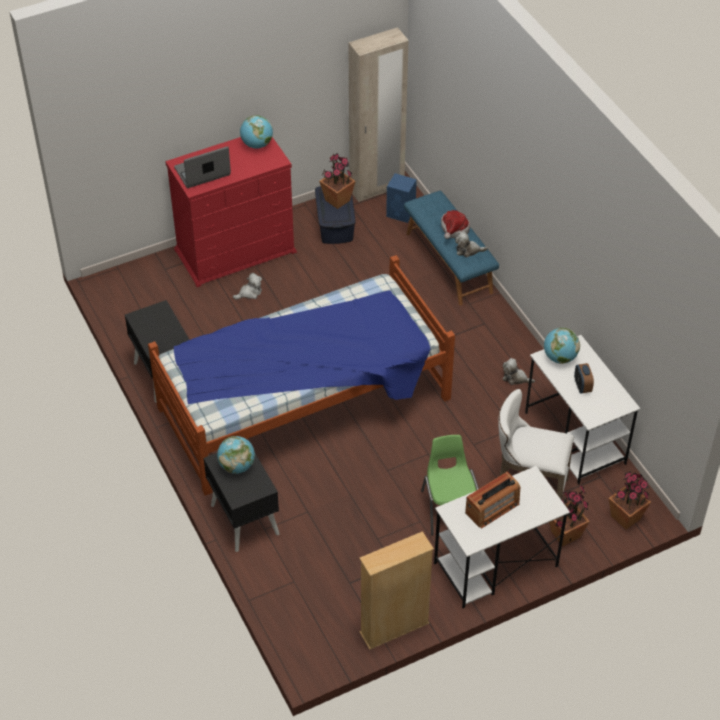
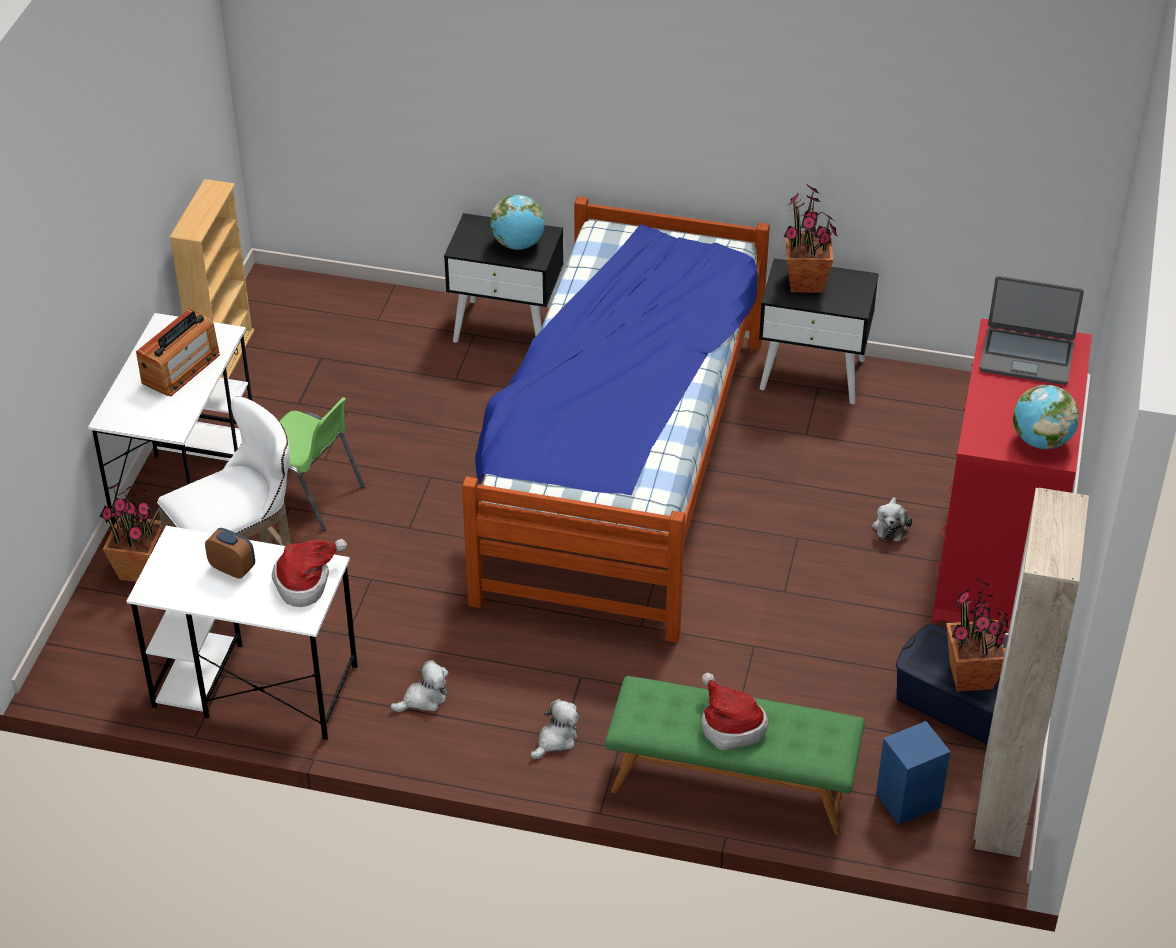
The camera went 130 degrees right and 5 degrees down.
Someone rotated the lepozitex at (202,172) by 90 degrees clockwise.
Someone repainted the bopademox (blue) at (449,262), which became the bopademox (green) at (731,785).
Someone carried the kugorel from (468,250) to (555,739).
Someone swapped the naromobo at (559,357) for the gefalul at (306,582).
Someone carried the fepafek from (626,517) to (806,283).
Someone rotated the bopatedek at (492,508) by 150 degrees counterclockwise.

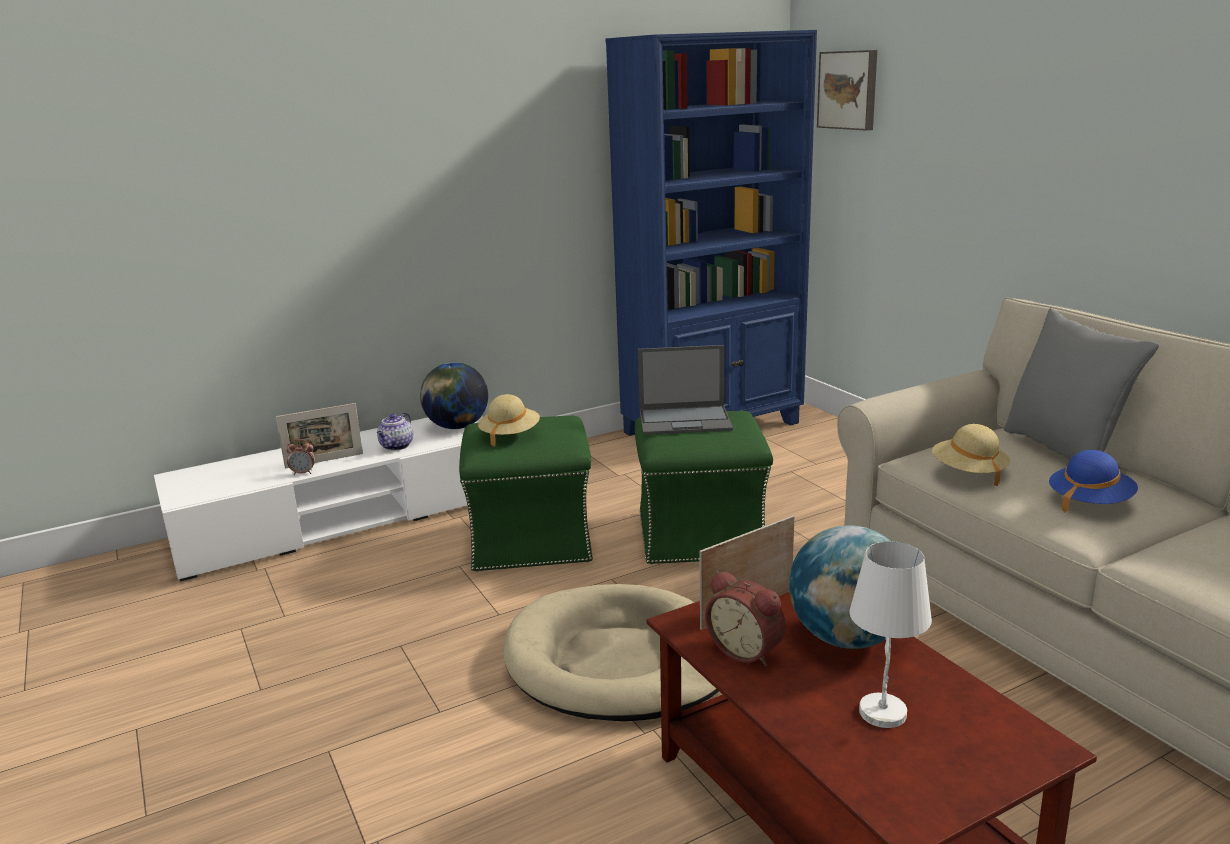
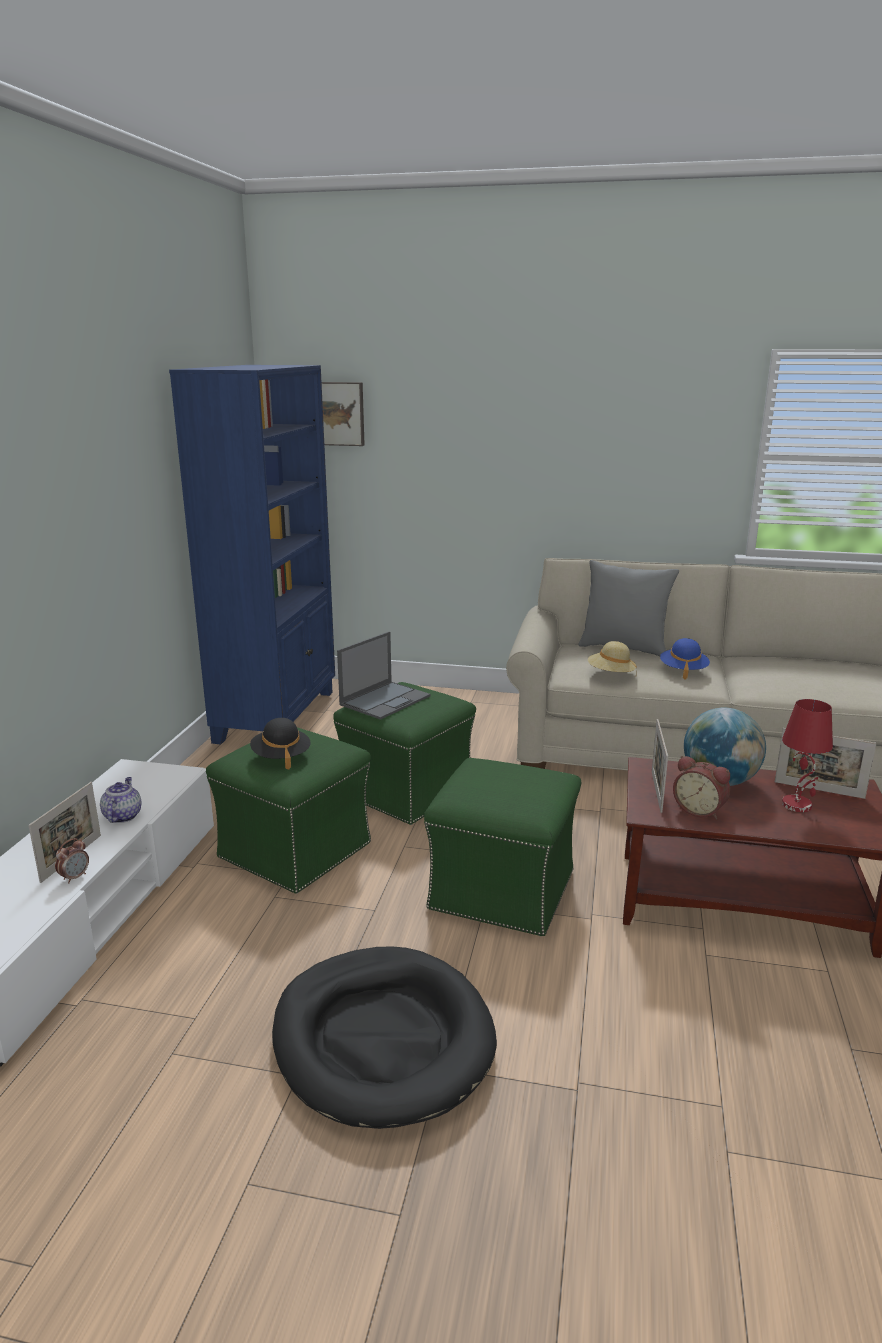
The camera went 50 degrees left and 0 degrees up.
Someone took away the naromobo at (457,427).
Someone repainted the gefalul (beige) at (510,435), which became the gefalul (black) at (281,756).
Someone rotated the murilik at (396,446) by 150 degrees counterclockwise.
Someone repainted the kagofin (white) at (883,713), which became the kagofin (red) at (797,805).
Someone rotated the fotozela at (747,650) by 45 degrees clockwise.
Someone swapped the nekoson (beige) at (618,660) for the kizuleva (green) at (504,890).
Someone put down the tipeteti at (819,790).
Someone put down the nekoson (black) at (382,1039).

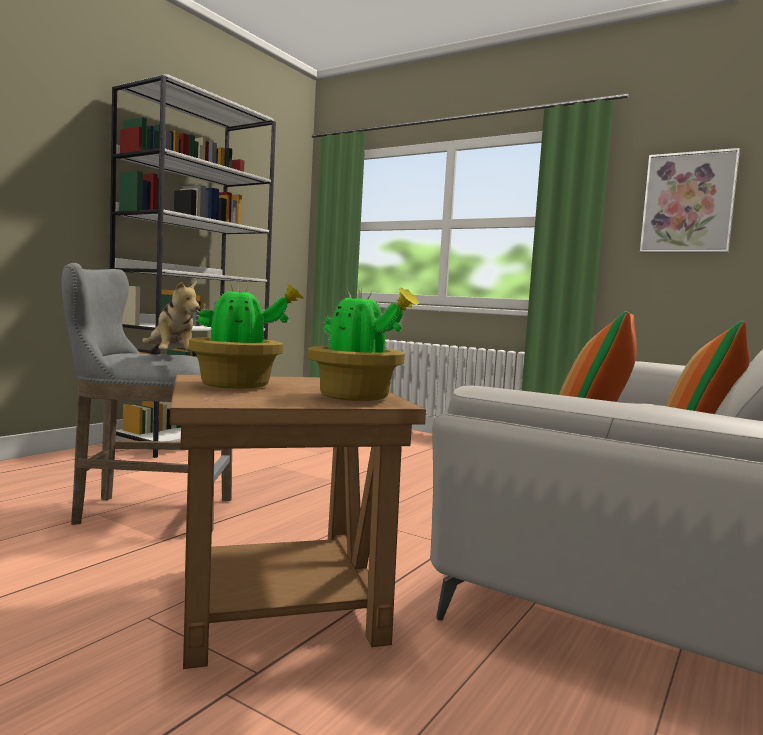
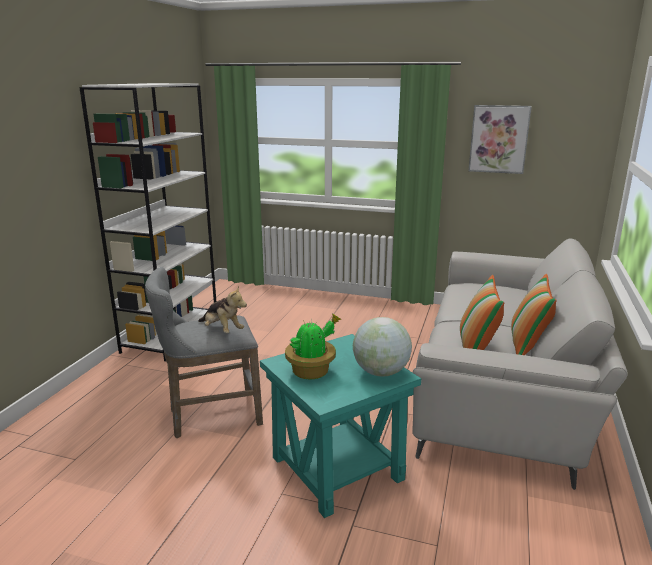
The camera went 15 degrees left and 15 degrees up.
Someone swapped the fepafek at (357,398) for the naromobo at (381,372).
Someone repainted the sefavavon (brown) at (279,604), which became the sefavavon (turquoise) at (338,468).

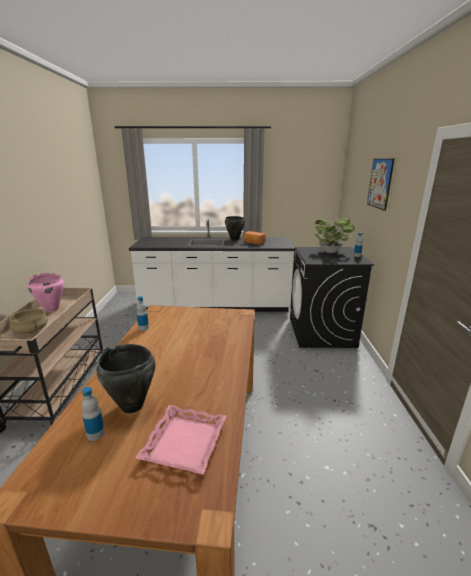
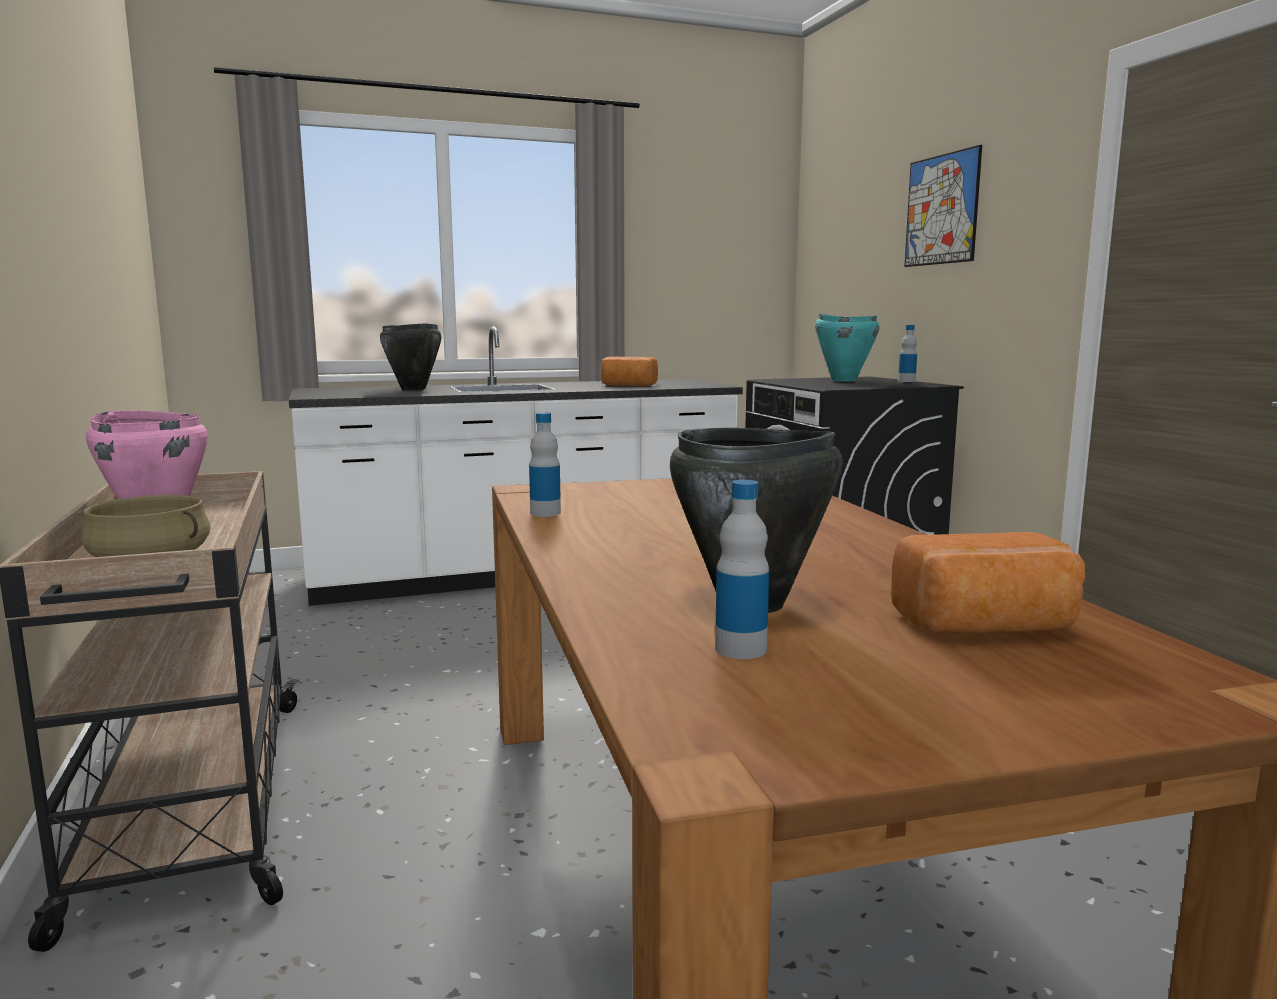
The camera went 20 degrees left and 10 degrees down.
Someone carried the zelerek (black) from (234,239) to (413,389).
Someone swapped the fepafek at (331,252) for the zelerek (turquoise) at (843,380).
Someone swapped the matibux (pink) at (184,442) for the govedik at (987,626).

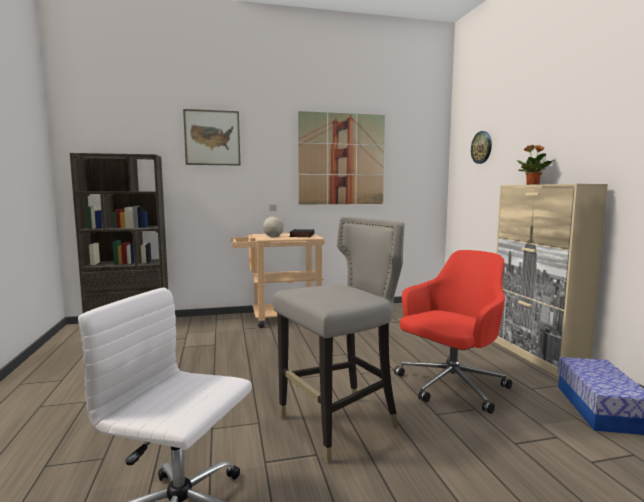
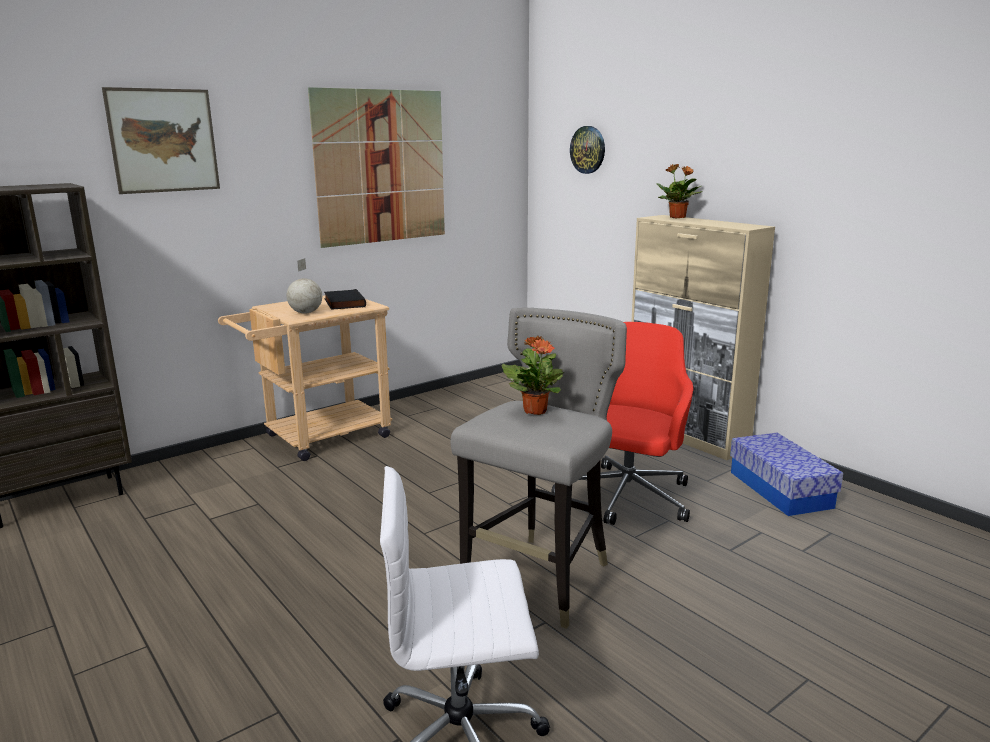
The camera went 25 degrees left and 10 degrees up.
Someone put down the fepafek at (535,410).

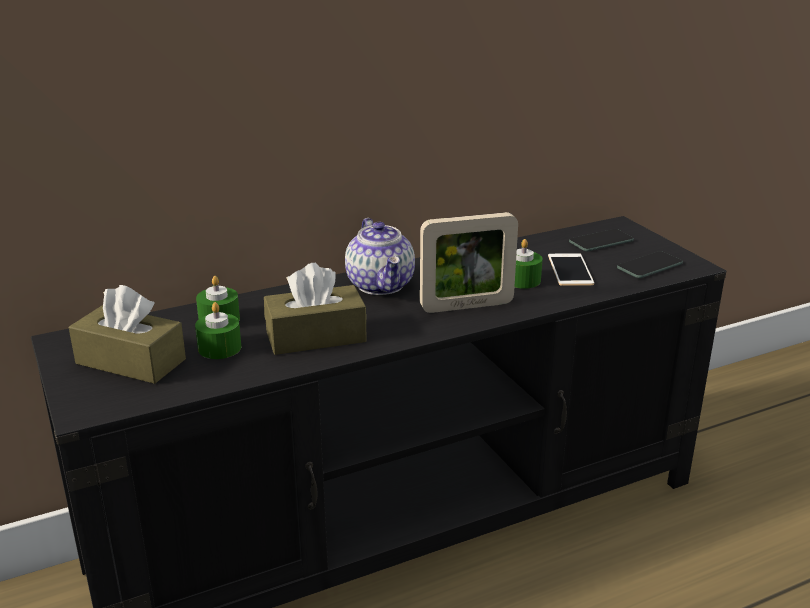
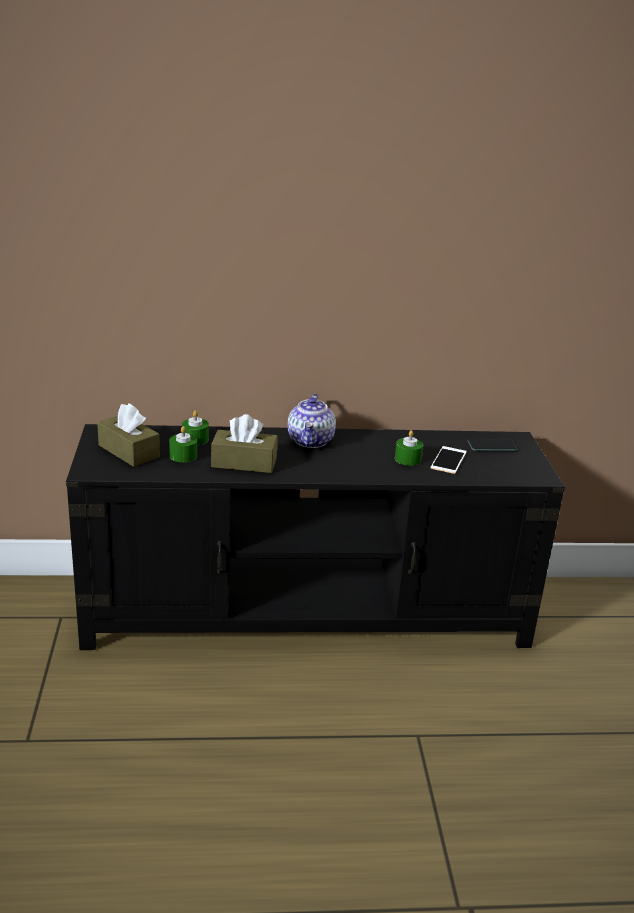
The camera went 20 degrees right and 0 degrees up.
Someone took away the tipeteti at (466,306).
Someone took away the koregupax at (649,266).

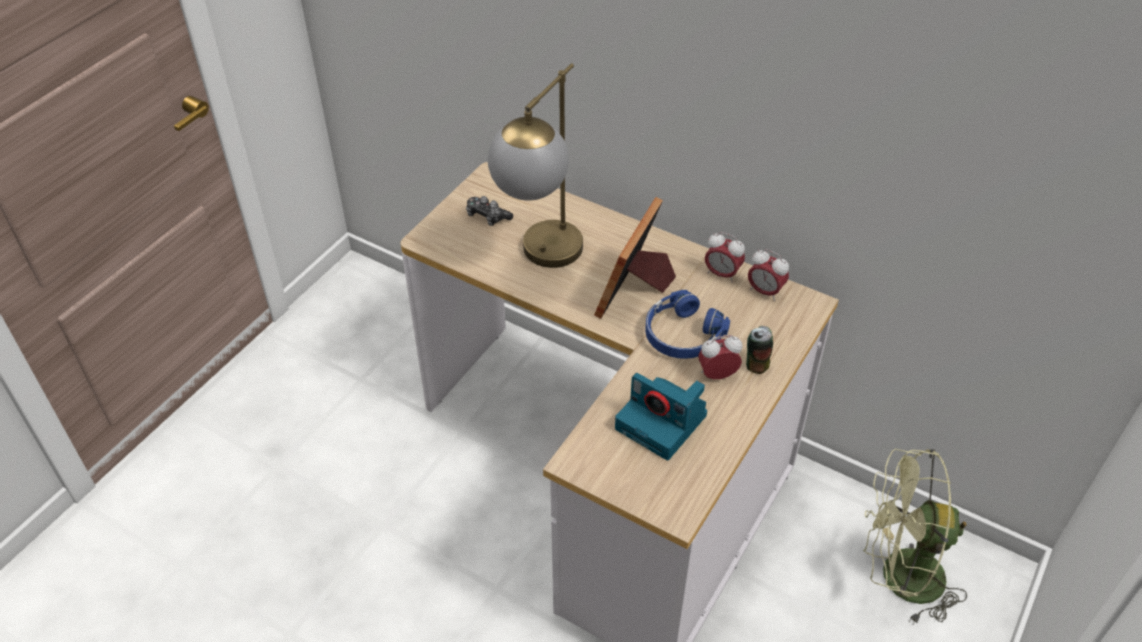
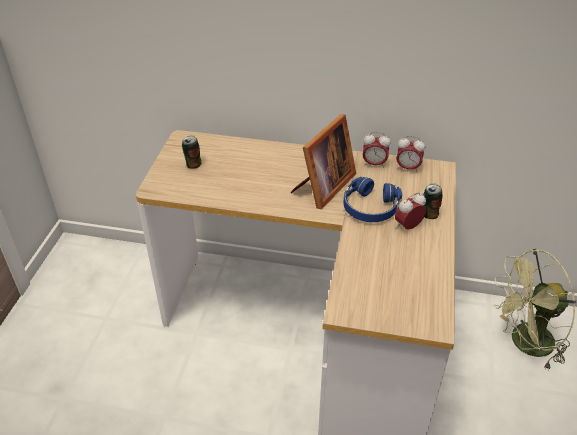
The camera went 20 degrees left and 5 degrees down.
Someone took away the kagofin at (541,261).
Someone swapped the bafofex at (487,216) for the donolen at (193,164).
Someone rotated the tipeteti at (635,290) by 150 degrees counterclockwise.
Someone took away the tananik at (663,422).

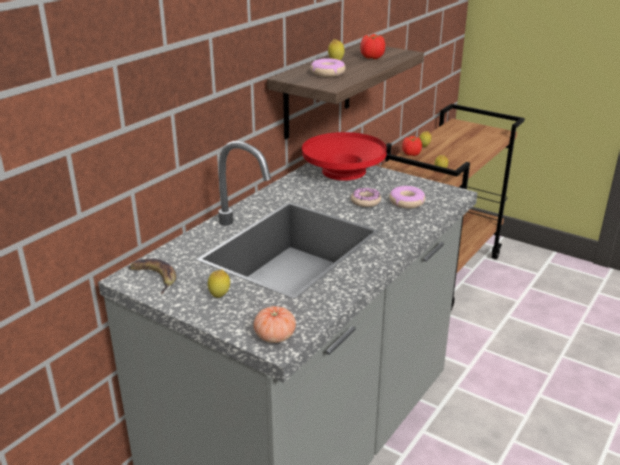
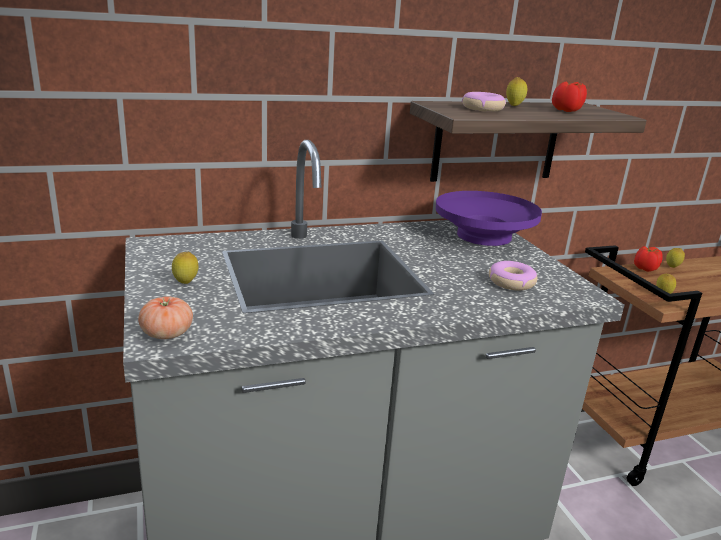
The camera went 35 degrees right and 5 degrees down.
Someone repainted the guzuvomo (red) at (343,171), which became the guzuvomo (purple) at (483,236).
Someone took away the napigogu at (365,201).
Someone took away the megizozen at (154,277).

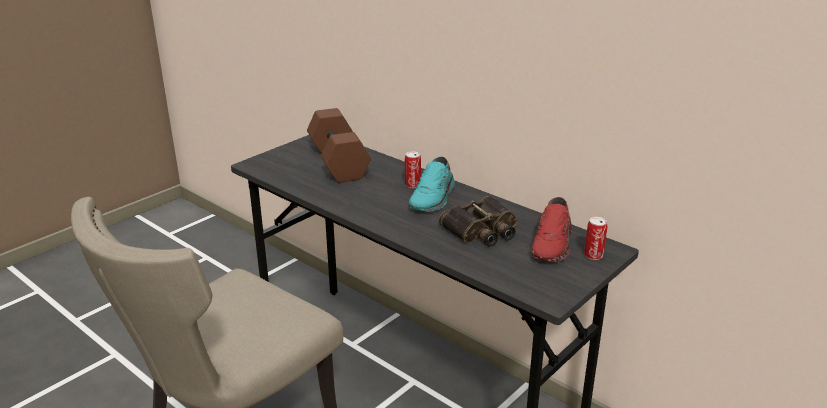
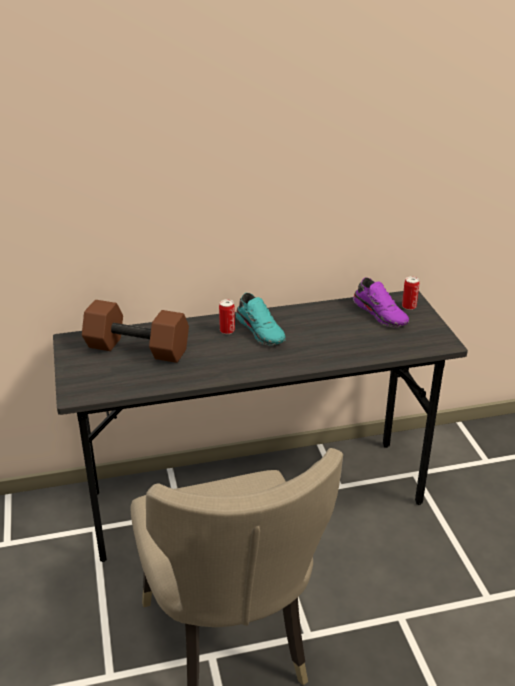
The camera went 55 degrees left and 5 degrees up.
Someone took away the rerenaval at (482,230).
Someone repainted the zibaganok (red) at (553,245), which became the zibaganok (purple) at (381,314).

